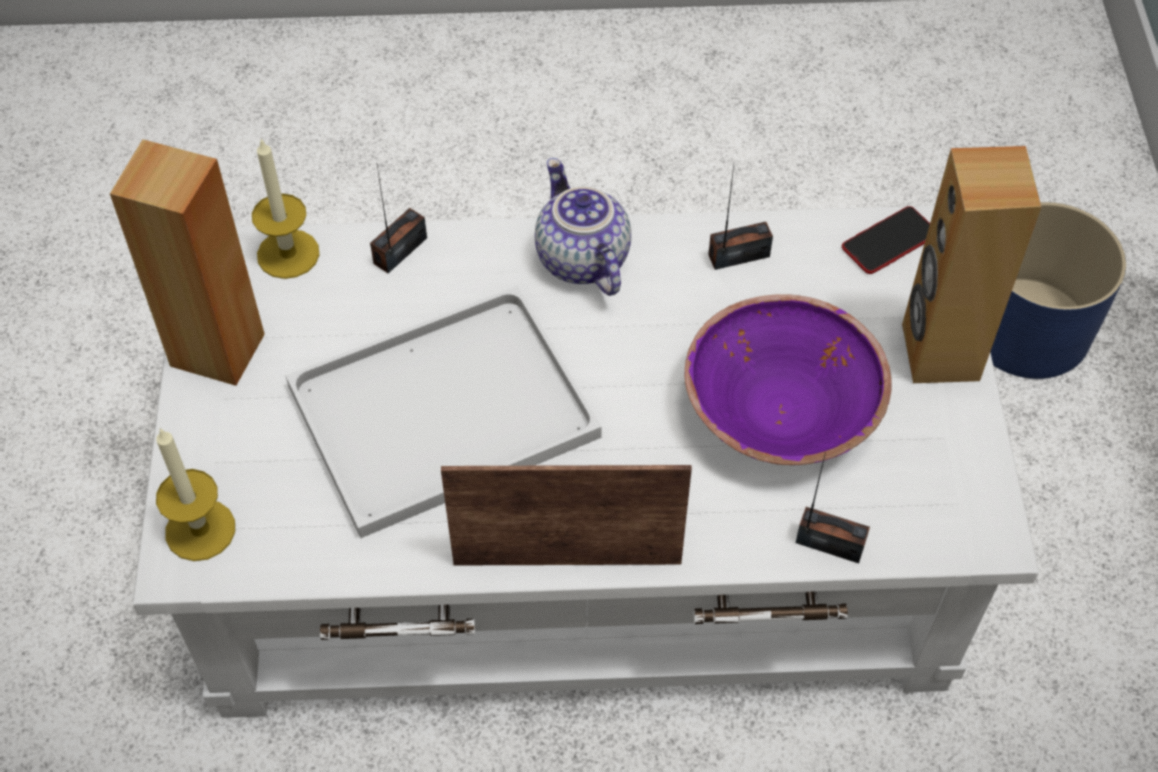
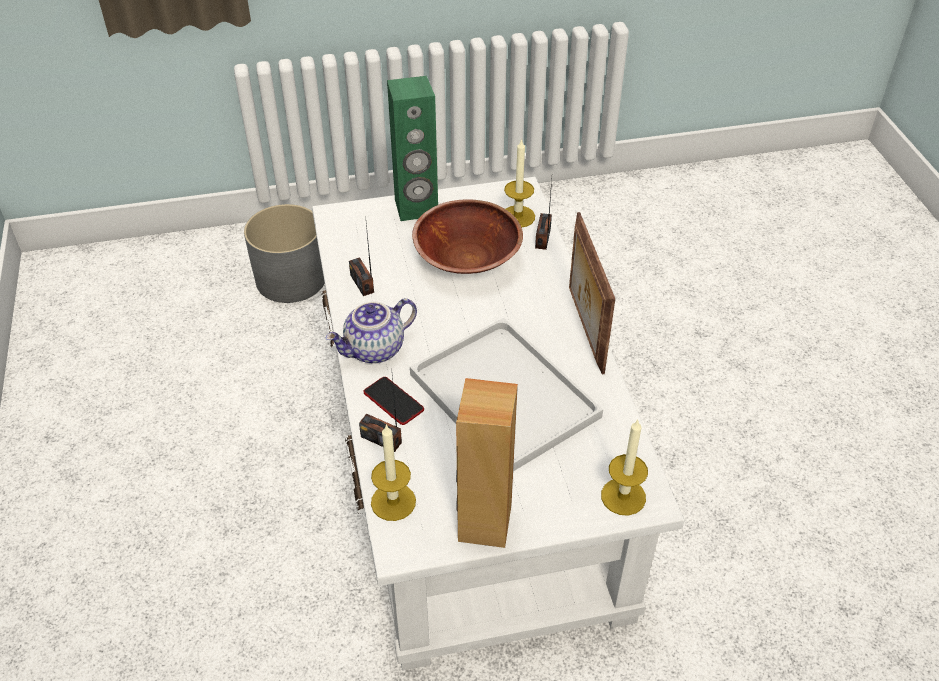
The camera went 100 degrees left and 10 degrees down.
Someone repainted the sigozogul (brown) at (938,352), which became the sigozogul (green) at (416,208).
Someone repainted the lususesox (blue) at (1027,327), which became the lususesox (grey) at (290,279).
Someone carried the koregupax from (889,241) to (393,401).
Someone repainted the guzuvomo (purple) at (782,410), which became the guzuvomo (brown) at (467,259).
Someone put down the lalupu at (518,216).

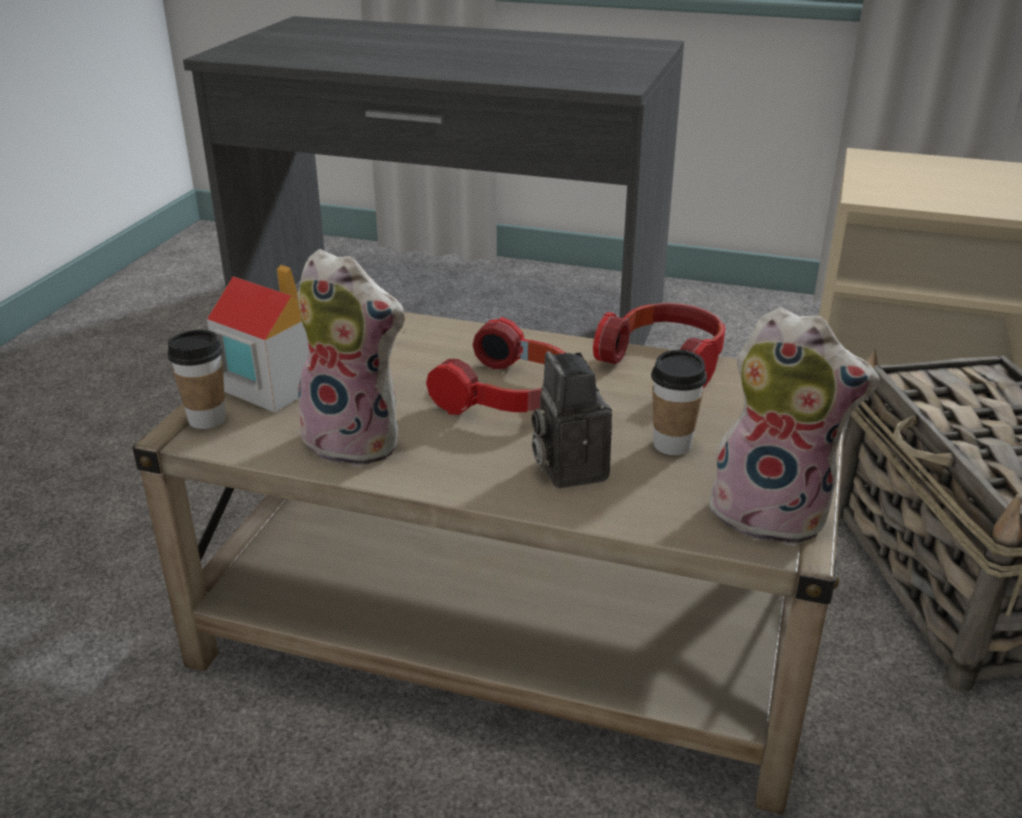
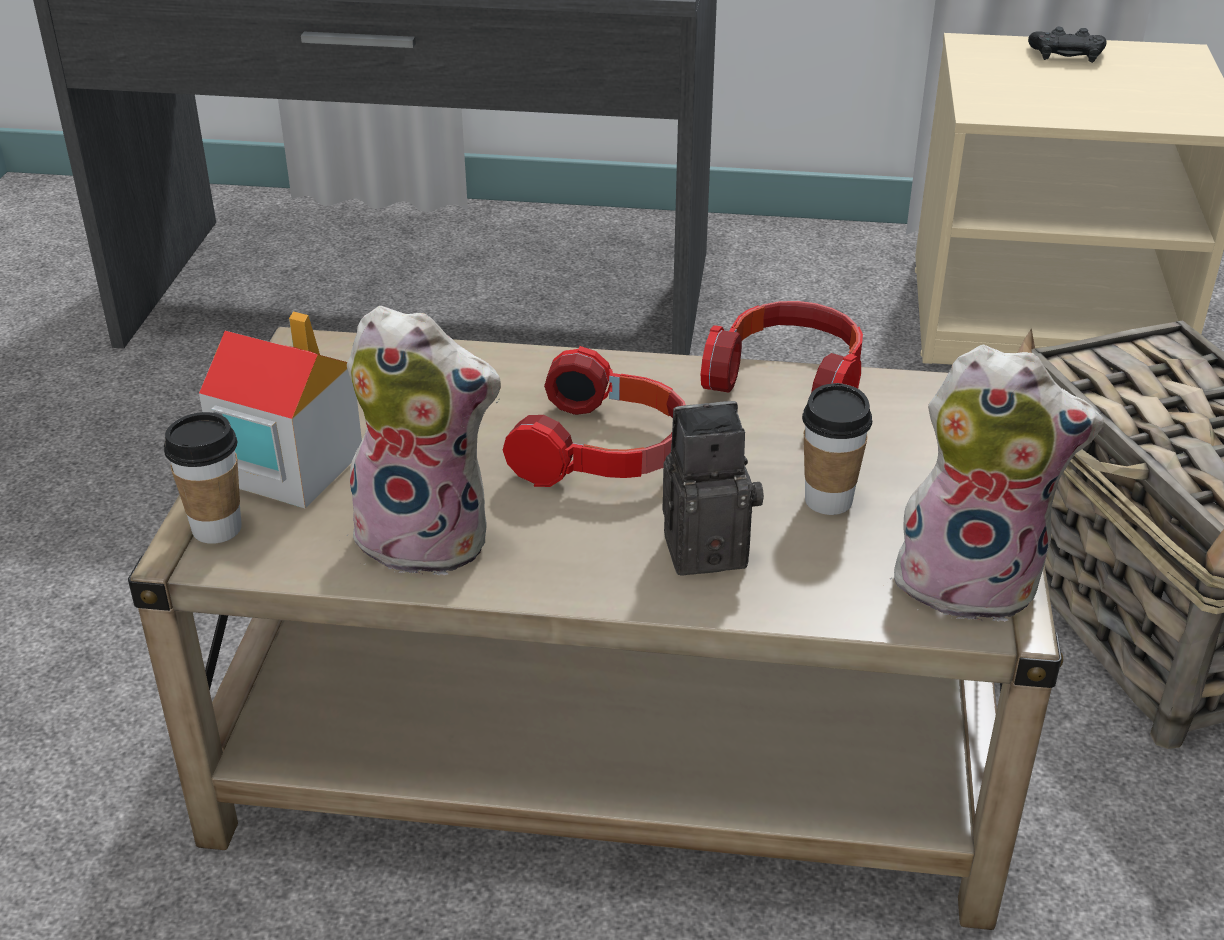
The camera went 10 degrees left and 5 degrees up.
Someone rotated the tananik at (567,467) by 105 degrees clockwise.
Someone put down the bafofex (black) at (1066,54).

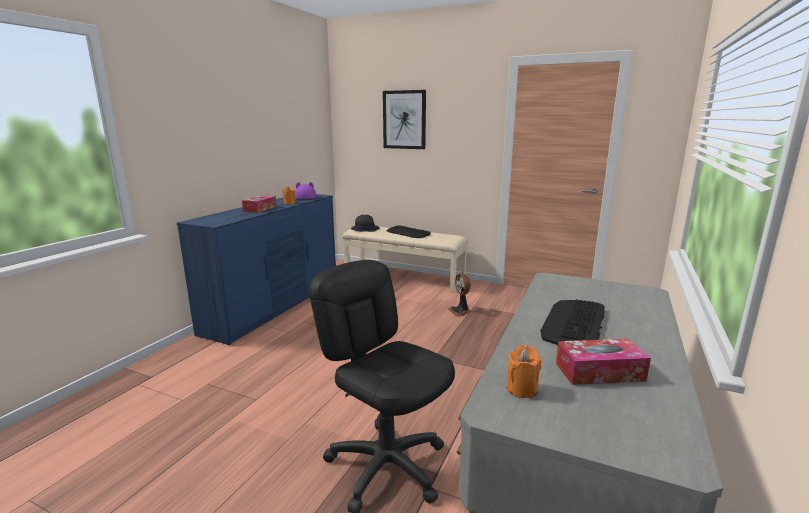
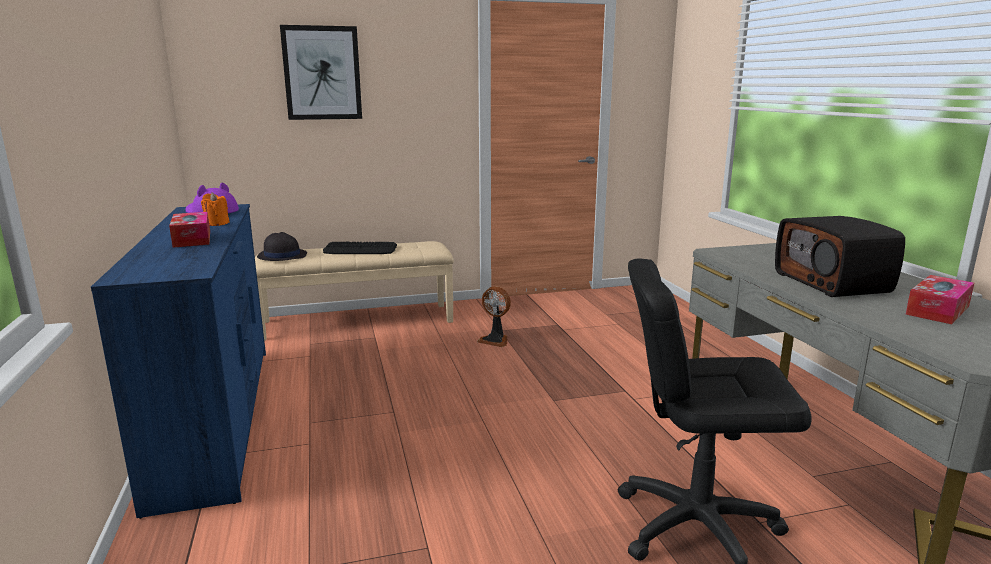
The camera went 40 degrees left and 0 degrees up.
Someone swapped the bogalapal at (574,324) for the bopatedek at (833,283).
Someone took away the lalupu (orange) at (522,389).

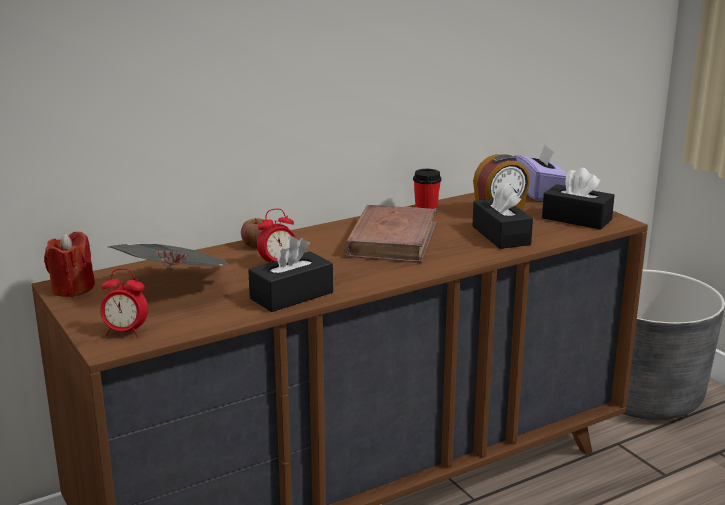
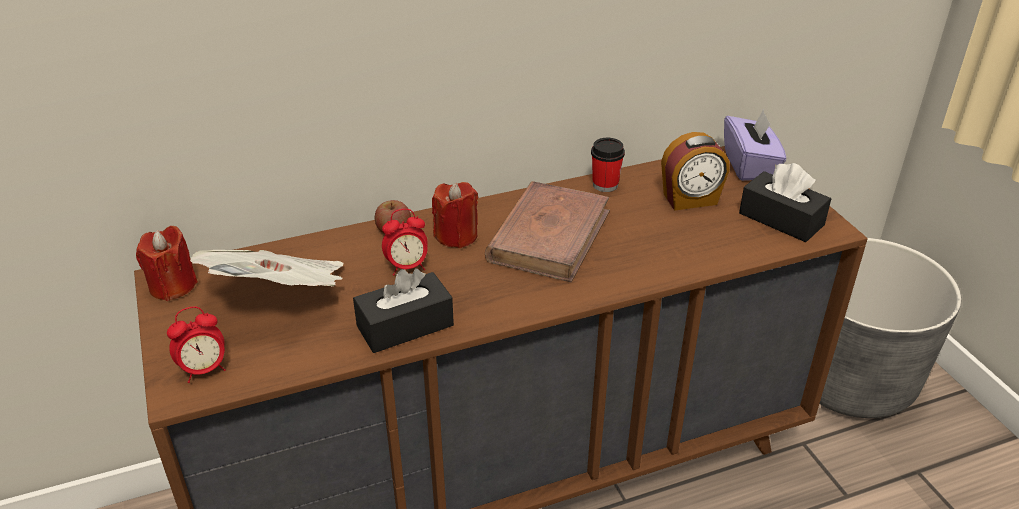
The camera went 10 degrees right and 15 degrees up.
Someone took away the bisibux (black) at (501,235).
Someone rotated the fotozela at (125,332) by 45 degrees counterclockwise.
Someone put down the lalupu (red) at (456,236).

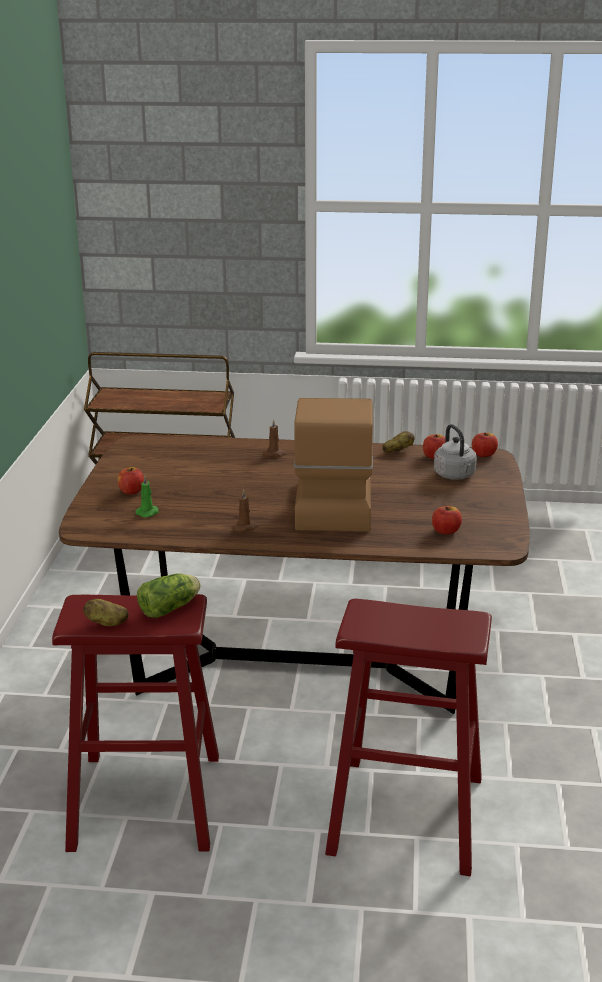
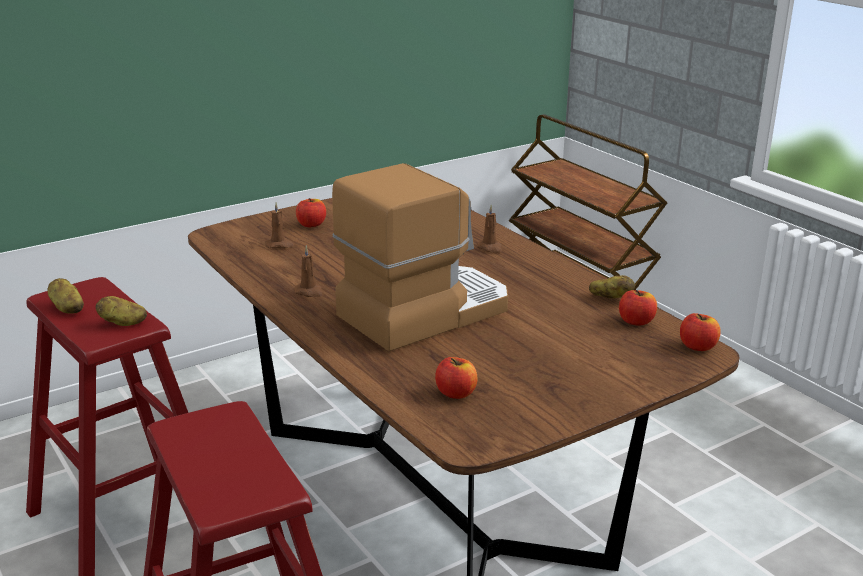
The camera went 50 degrees right and 0 degrees up.
Someone took away the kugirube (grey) at (455,476).
Someone repainted the lalupu (green) at (148,512), which became the lalupu (brown) at (280,245).
Someone swapped the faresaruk at (171,608) for the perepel at (122,323).

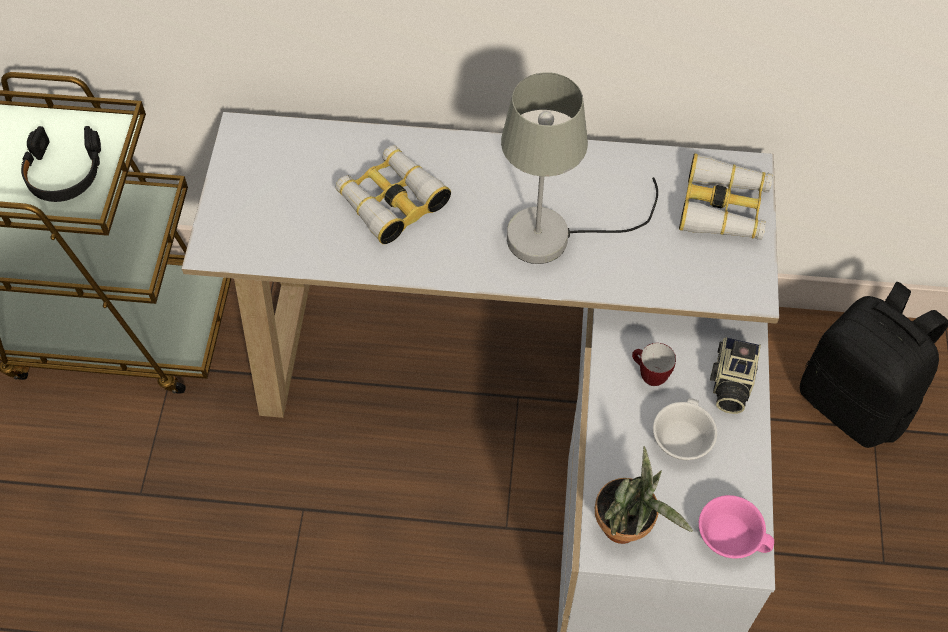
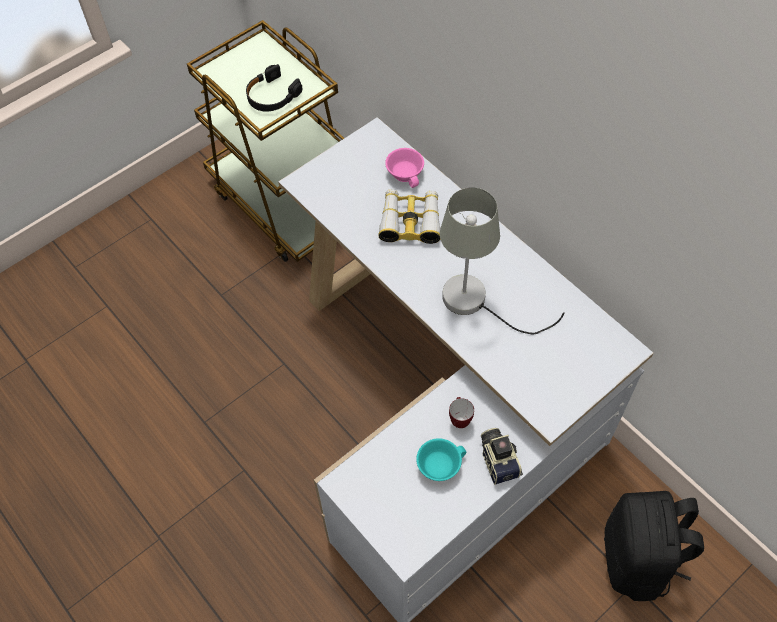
The camera went 45 degrees right and 0 degrees up.
Someone took away the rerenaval at (723,207).
Someone rotated the tananik at (730,384) by 105 degrees clockwise.
Someone repainted the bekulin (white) at (679,439), which became the bekulin (turquoise) at (439,464).
Someone took away the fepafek at (627,528).
Someone carried the bekulin (pink) from (730,535) to (406,173).

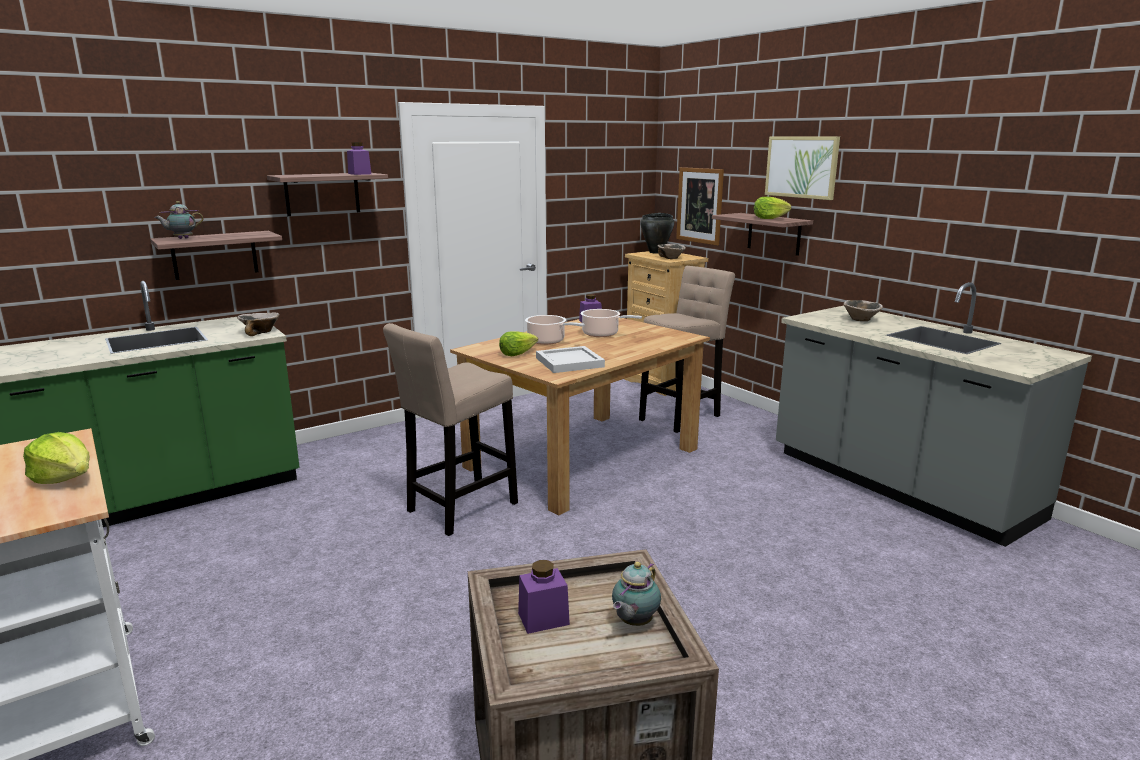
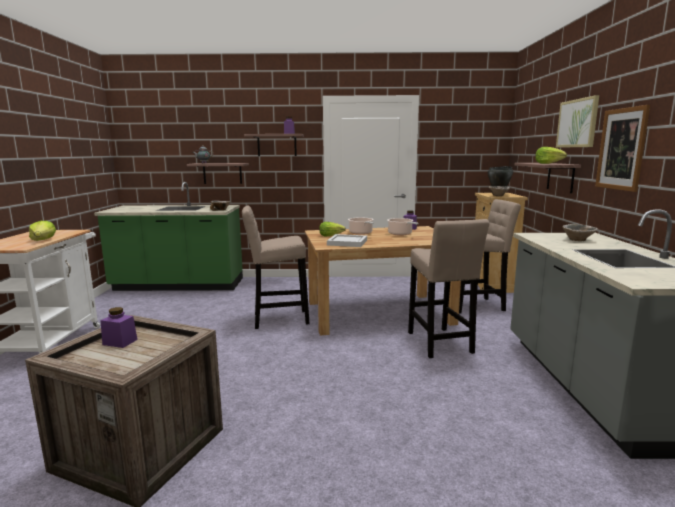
The camera went 35 degrees right and 5 degrees down.
Someone carried the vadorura from (700,205) to (621,149).
Someone took away the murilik at (633,623).
Someone put down the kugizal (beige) at (440,344).

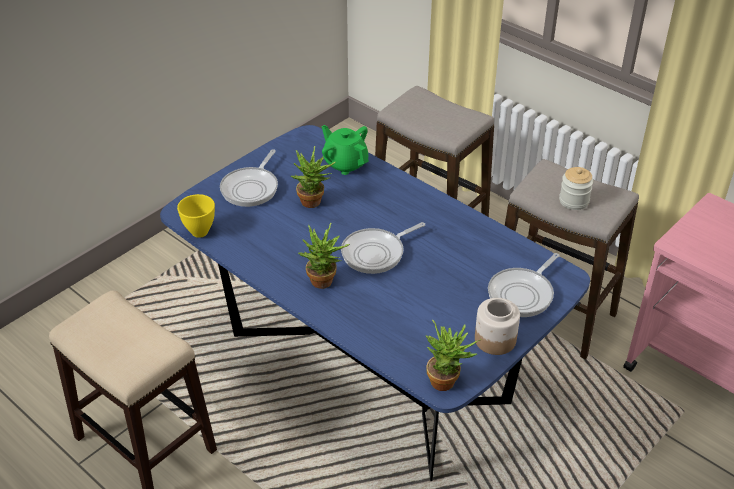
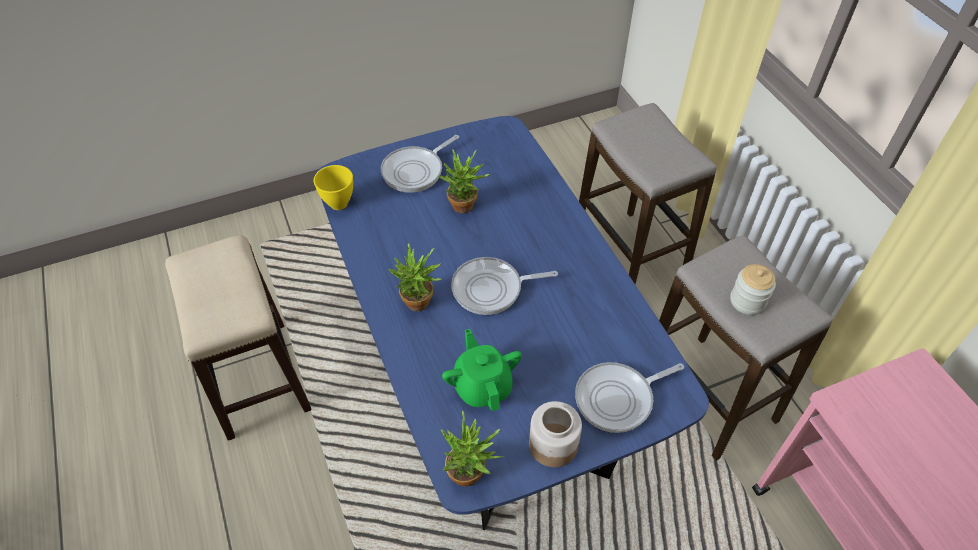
The camera went 25 degrees right and 10 degrees up.
Someone carried the murilik (green) from (345,164) to (482,386).

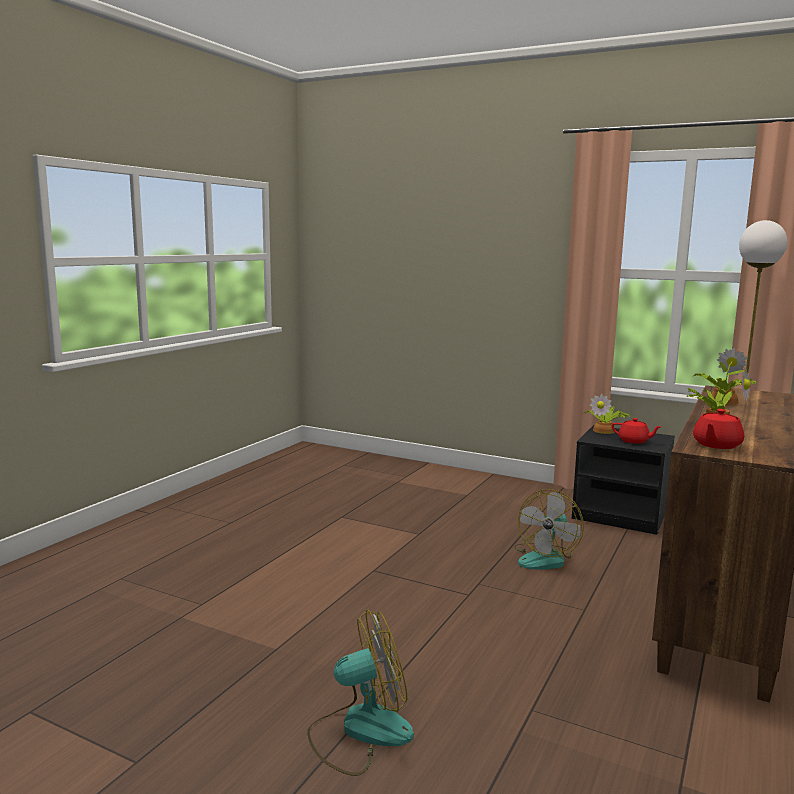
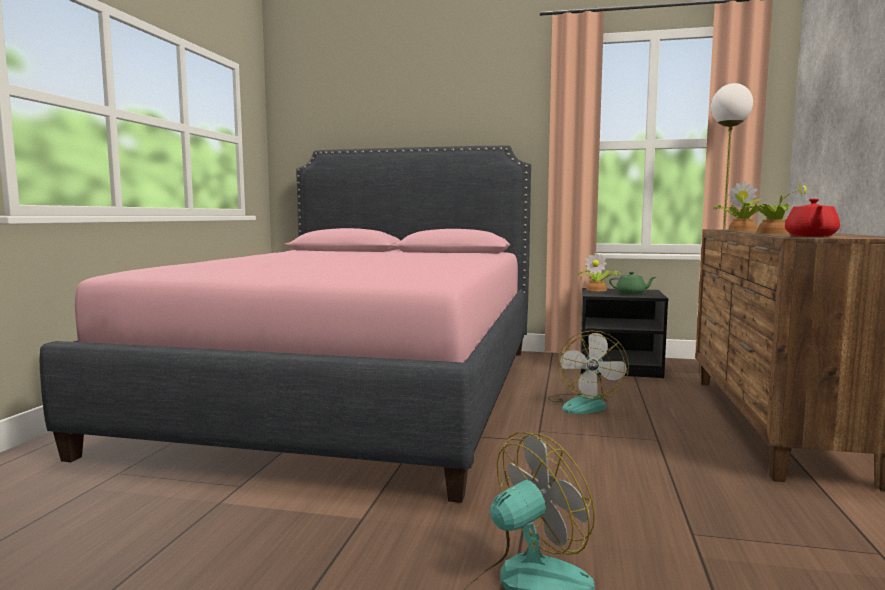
The camera went 15 degrees left and 5 degrees down.
Someone repainted the murilik (red) at (634,441), which became the murilik (green) at (631,293).
Someone put down the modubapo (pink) at (356,392).

